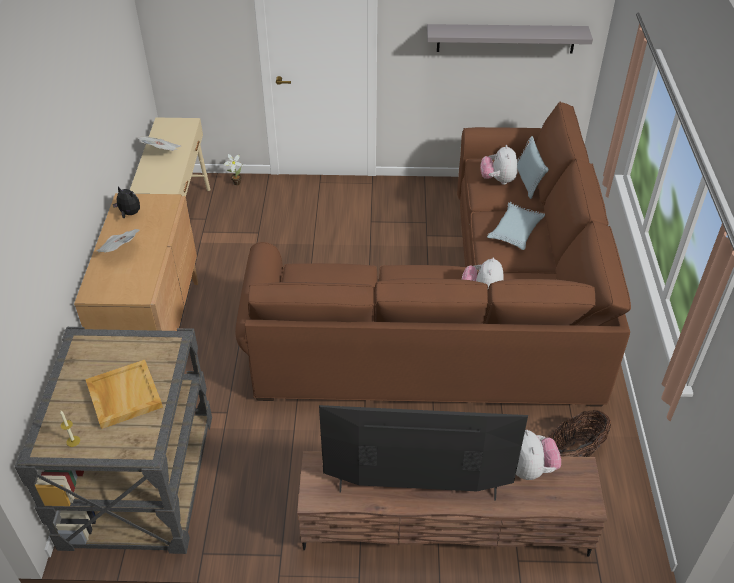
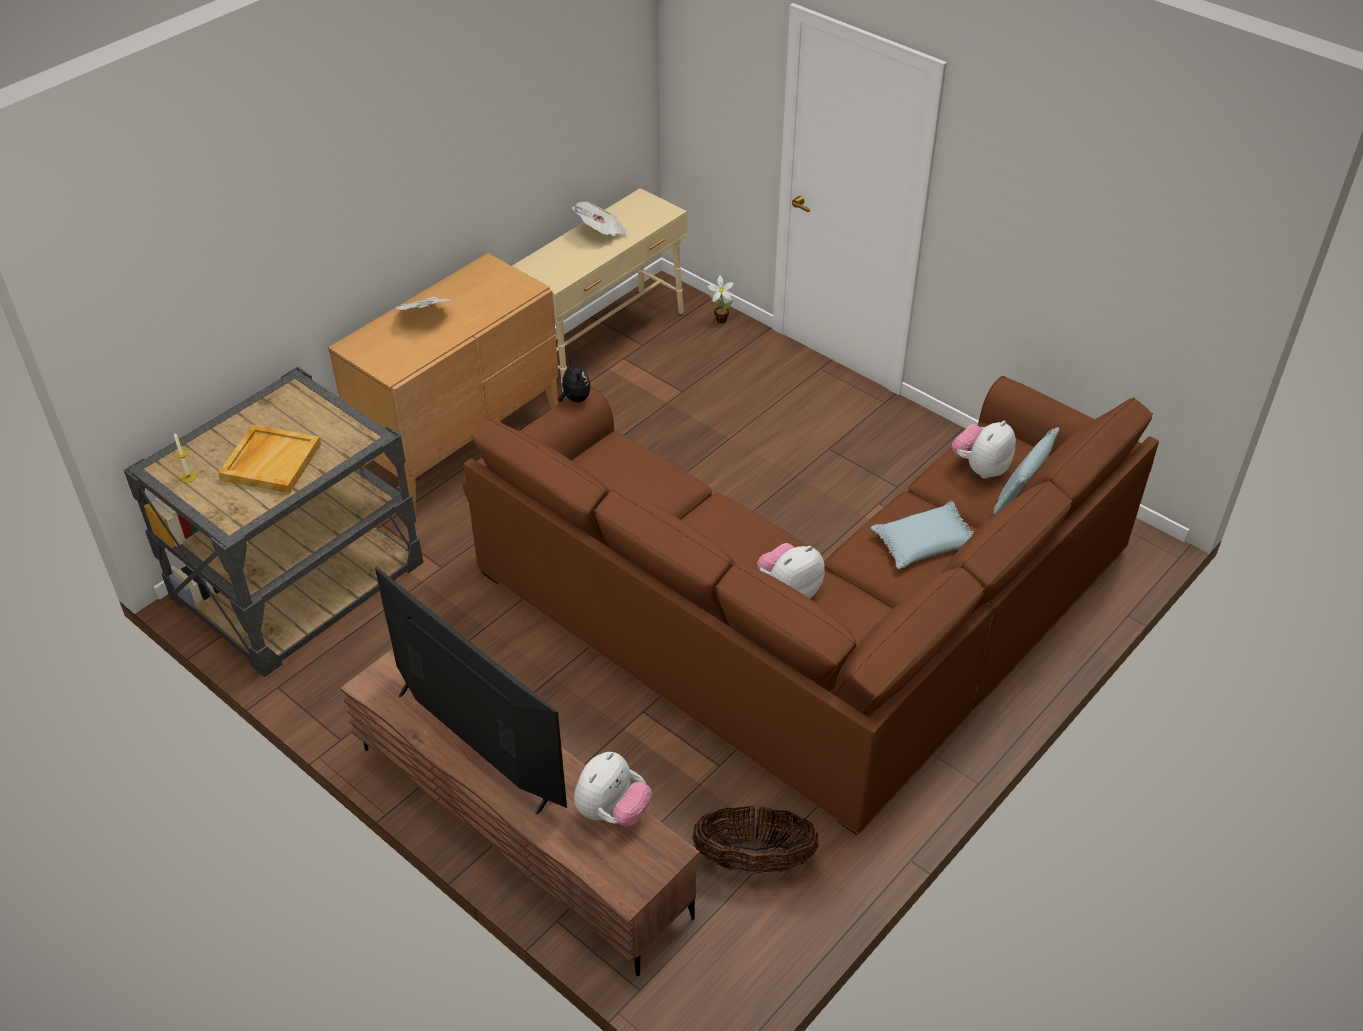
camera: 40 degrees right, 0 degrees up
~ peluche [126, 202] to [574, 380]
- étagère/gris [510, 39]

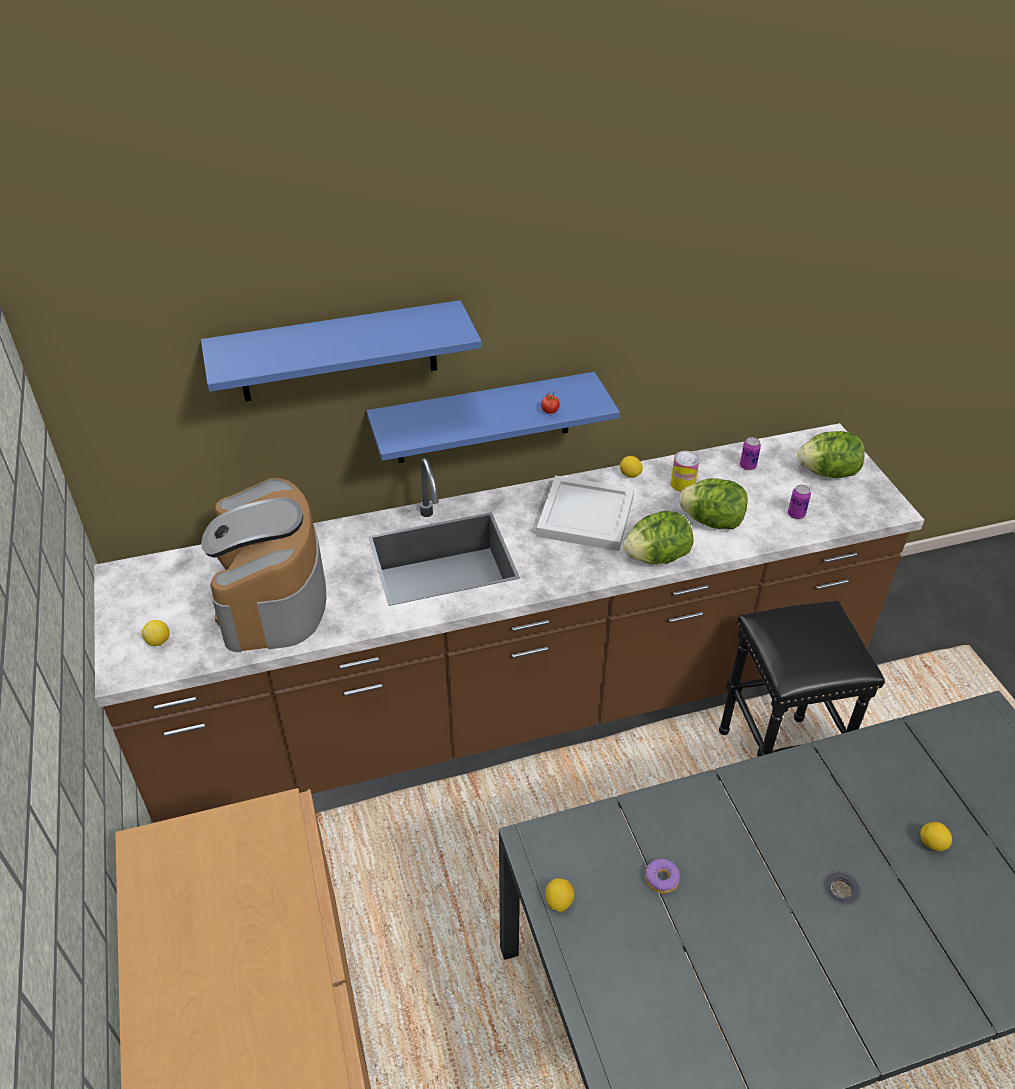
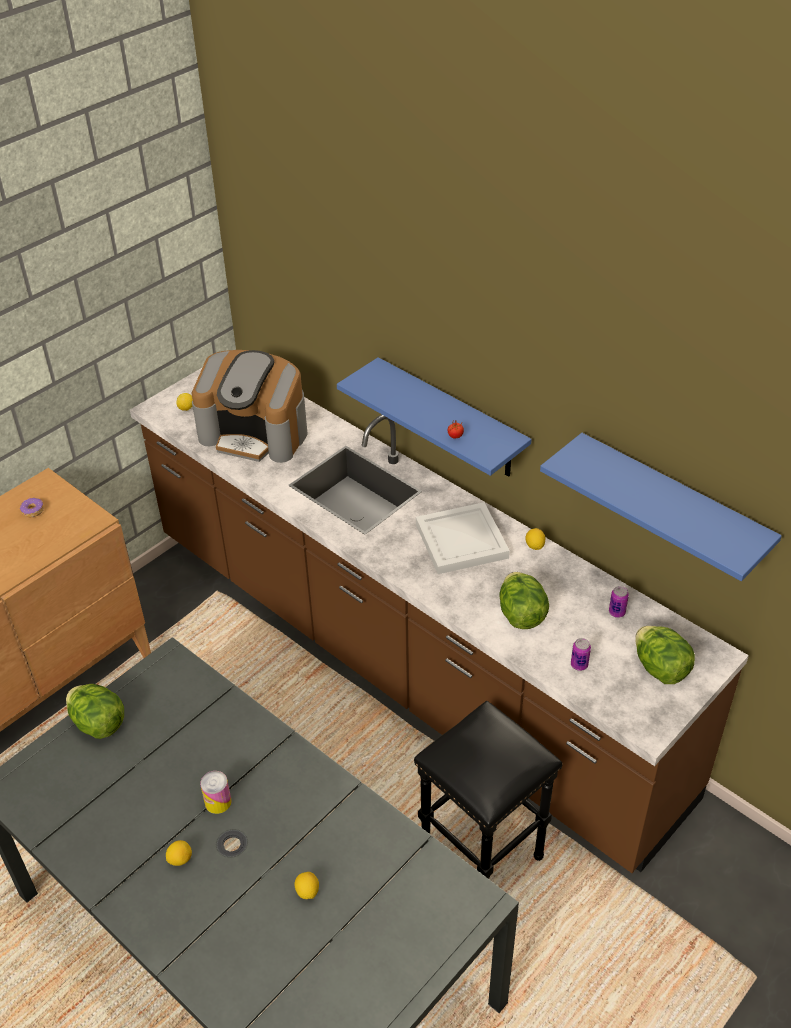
camera: 60 degrees right, 0 degrees up
~ étagère/bleu [341, 351] to [661, 507]
~ machine à café [263, 565] = [250, 406] 120 degrees counterclockwise
~ citron [559, 895] to [179, 853]
~ laitue [658, 537] to [95, 711]
~ beignet [662, 876] to [32, 507]
~ boîte métallique [685, 471] to [216, 792]

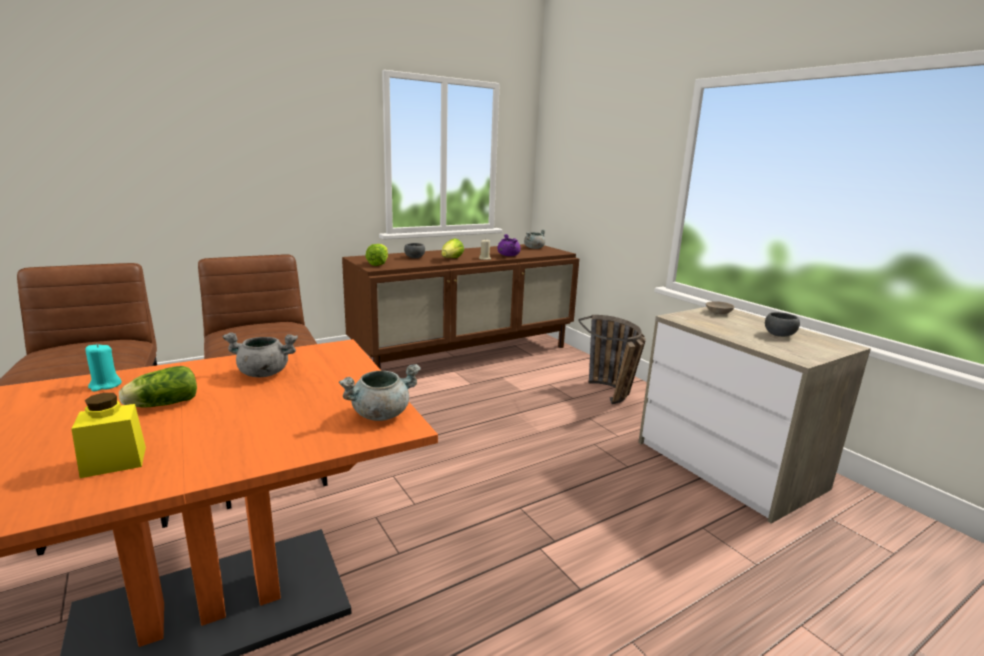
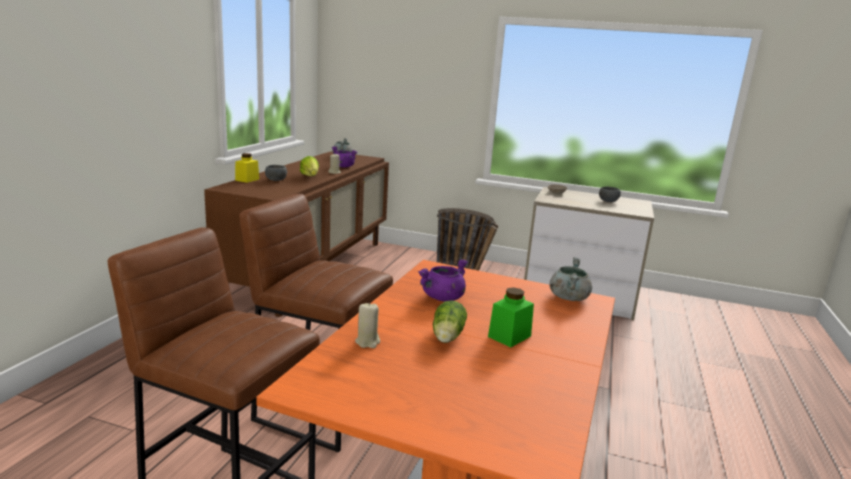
camera: 40 degrees left, 0 degrees up
~ bocal/jaune [108, 435] to [247, 168]
~ bougie/turquoise [104, 367] to bougie/beige [367, 325]
~ marmite/gris [260, 355] to marmite/violet [443, 280]
- laitue [376, 255]
+ bocal/vert [511, 317]

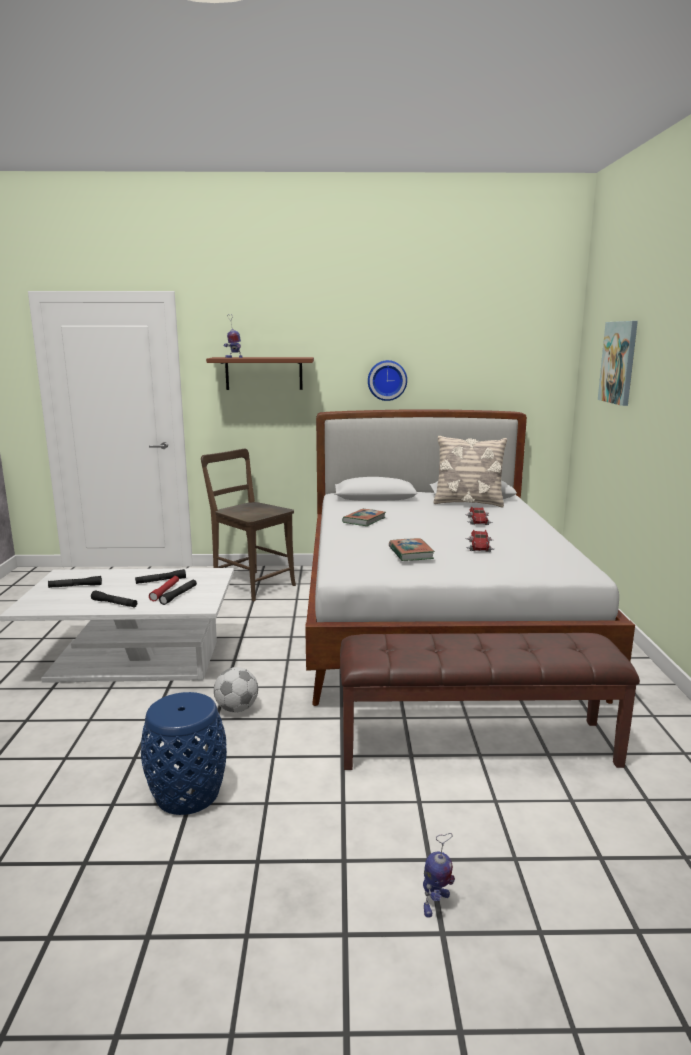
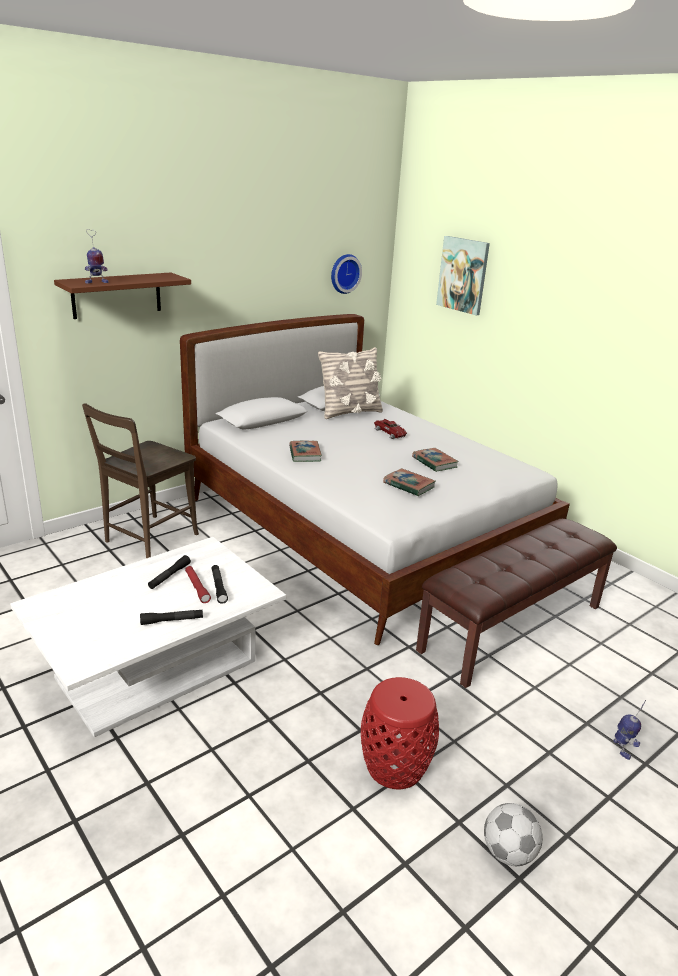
camera: 40 degrees left, 10 degrees up
- lampe de poche/noir [75, 582]
~ tabouret/bleu [184, 753] to tabouret/rouge [400, 733]
~ chaise/marron [248, 525] = [140, 480] 60 degrees counterclockwise
~ ballon de foot [236, 689] to [513, 834]
~ horloge murale [387, 380] to [346, 274]
~ petite voiture [480, 541] to livre [435, 460]

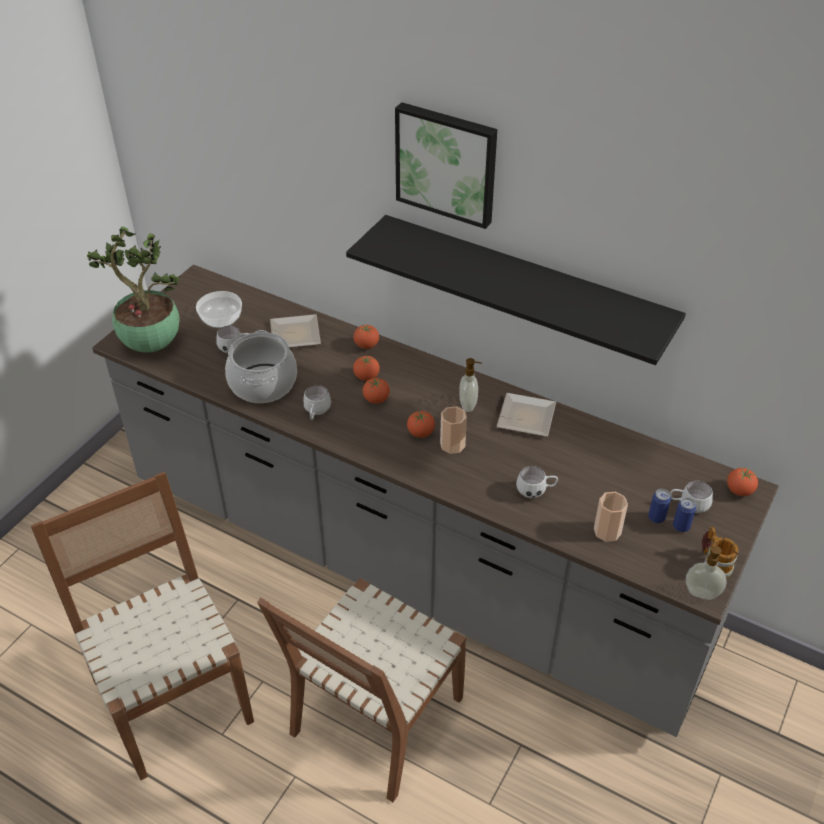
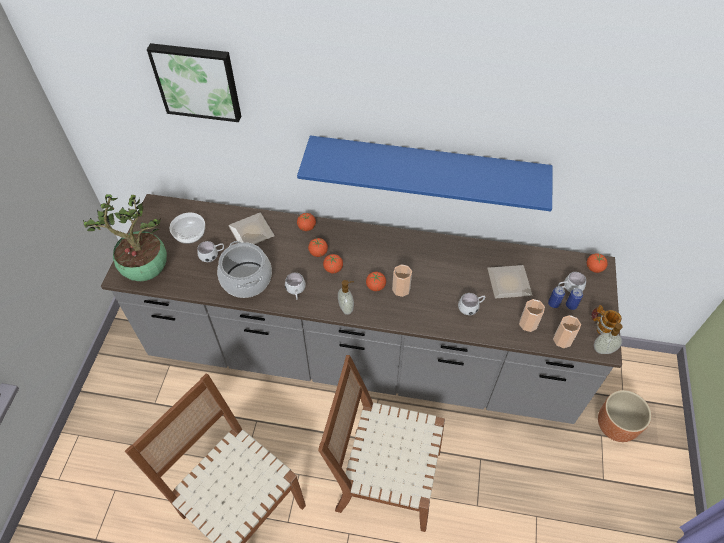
camera: 20 degrees left, 10 degrees up
~ chaise [361, 690] = [381, 443] 90 degrees clockwise
~ étagère/noir [516, 290] to étagère/bleu [424, 173]
~ tableau [446, 165] to [194, 82]
~ distributeur de savon [470, 385] to [346, 297]
~ assiette [526, 415] to [510, 282]
+ tasse [567, 331]
+ cache-pot/marron [624, 416]

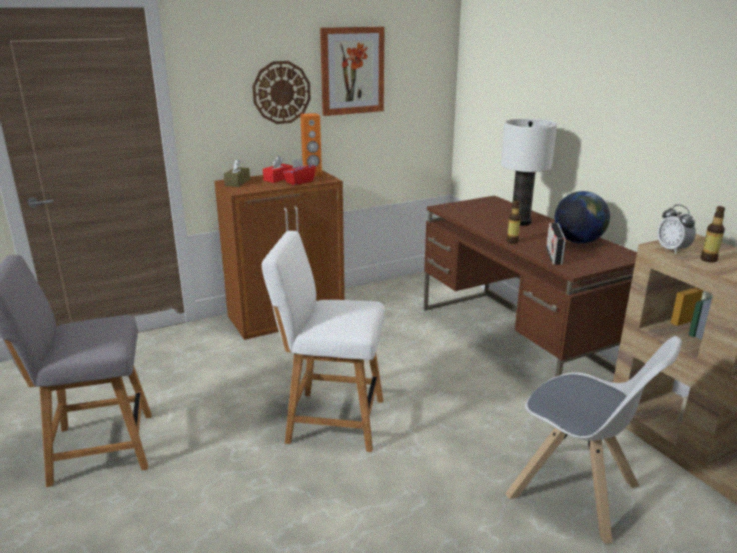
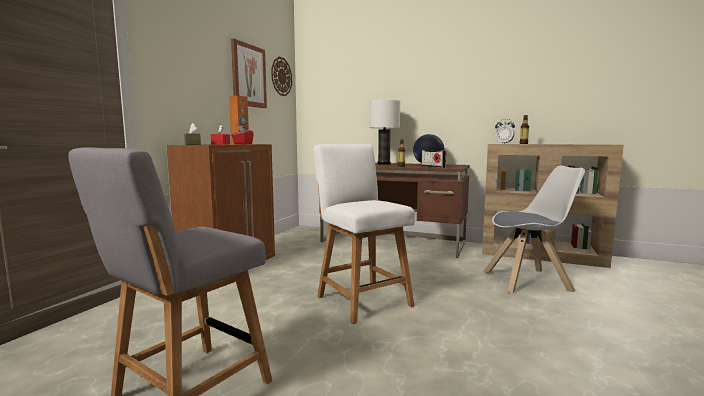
camera: 40 degrees left, 15 degrees down
~ horloge murale [281, 92] to [281, 76]
~ chaise/blanc [323, 341] = [364, 234] 90 degrees clockwise

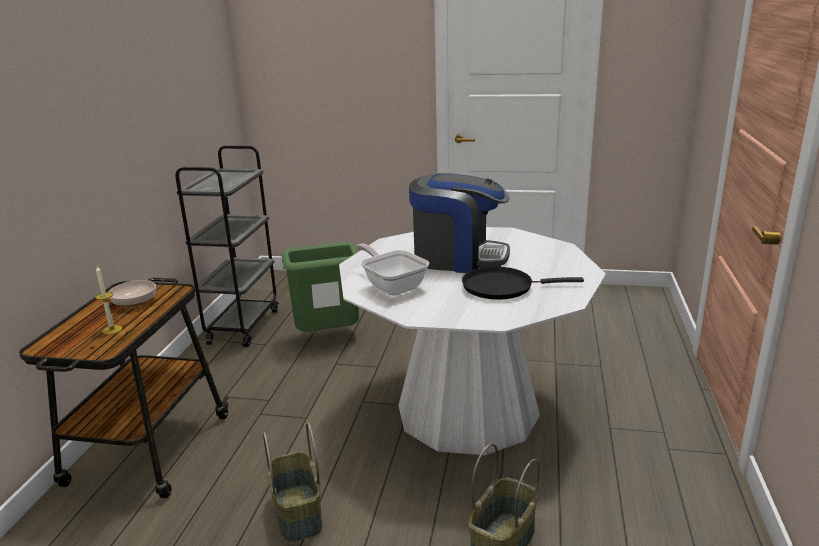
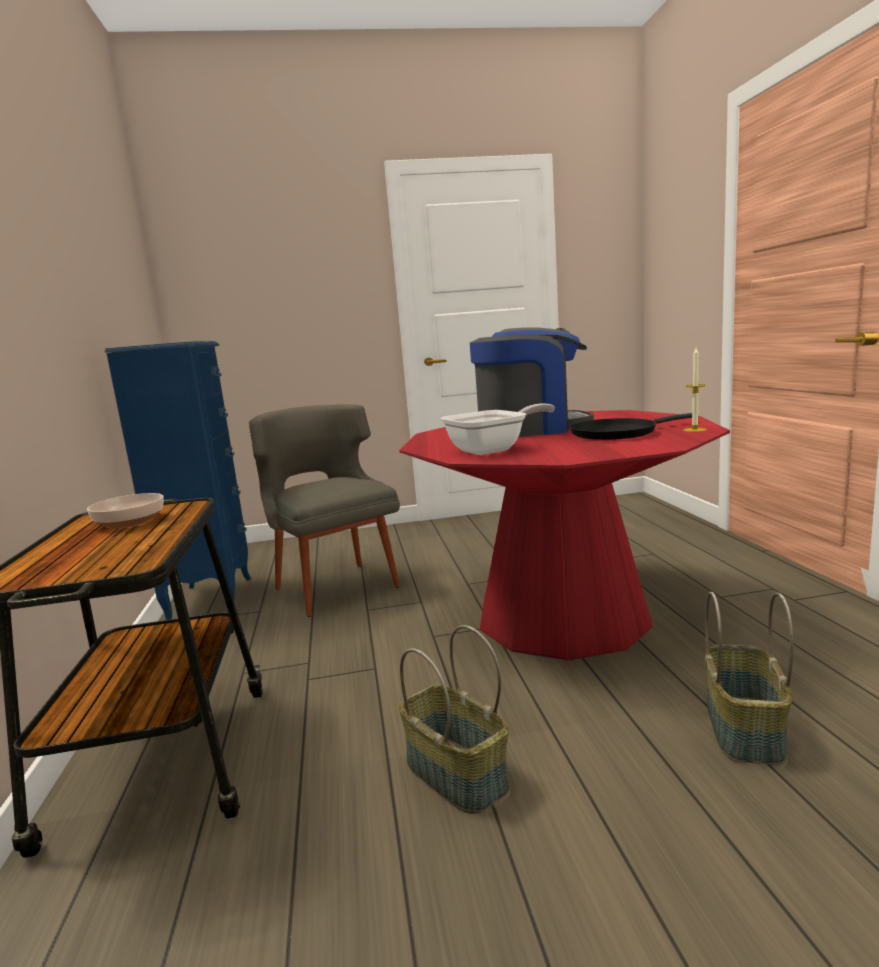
camera: 20 degrees left, 10 degrees down
~ bougie [109, 300] to [695, 390]
~ chariot/gris [227, 246] to commode/bleu [178, 480]
~ poubelle/vert [320, 287] to chaise/gris [324, 510]
~ table à manger/blanc [472, 341] to table à manger/rouge [564, 535]
~ poêle [392, 270] = [498, 429] 120 degrees clockwise

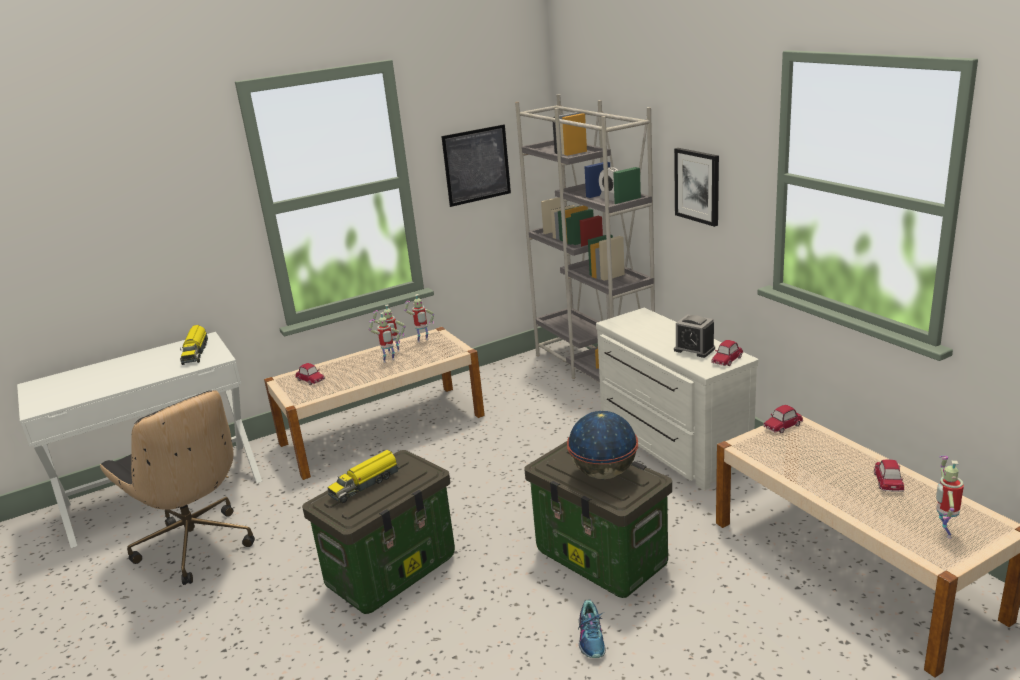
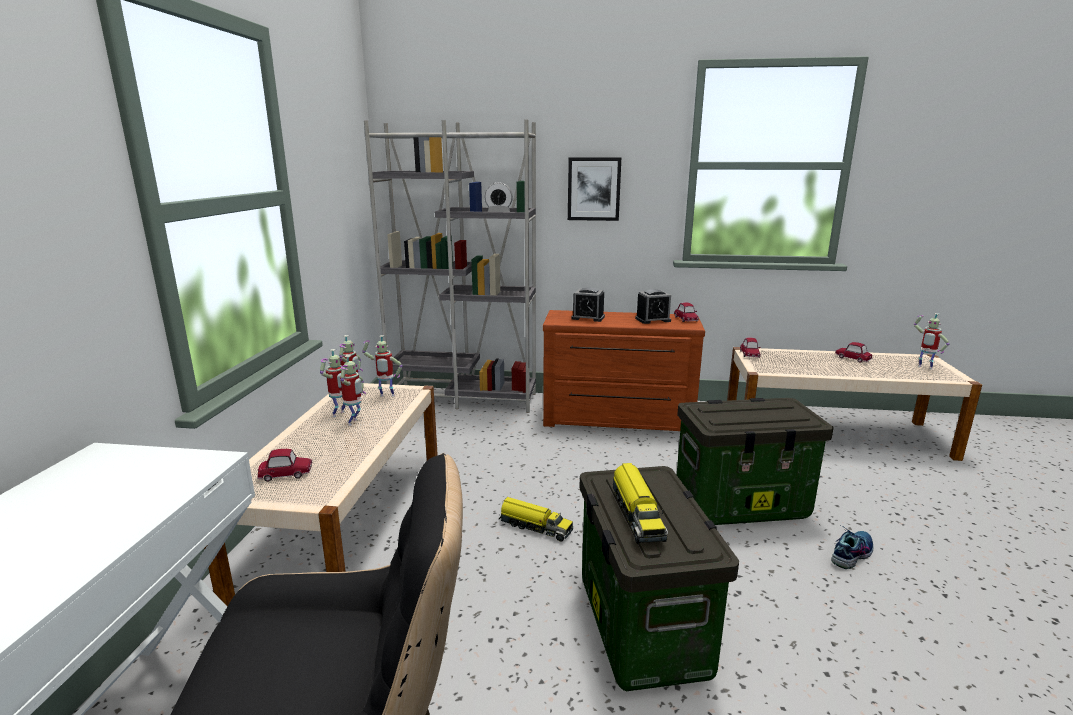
camera: 55 degrees left, 5 degrees down
~ camion jouet [194, 345] to [536, 519]
- tableau [476, 165]
- globe [602, 445]
~ chaussure [592, 628] = [852, 547] 75 degrees counterclockwise
~ commode/blanc [677, 399] to commode/marron [624, 370]
+ robot jouet [382, 366]
+ réveil [588, 304]

